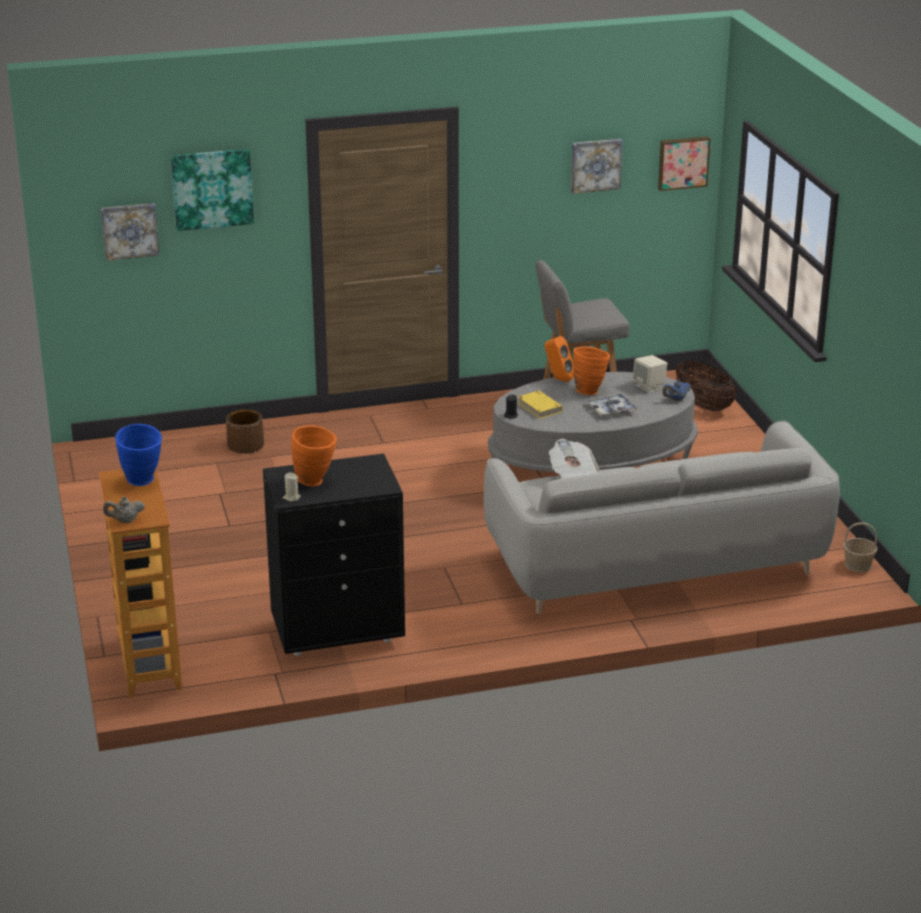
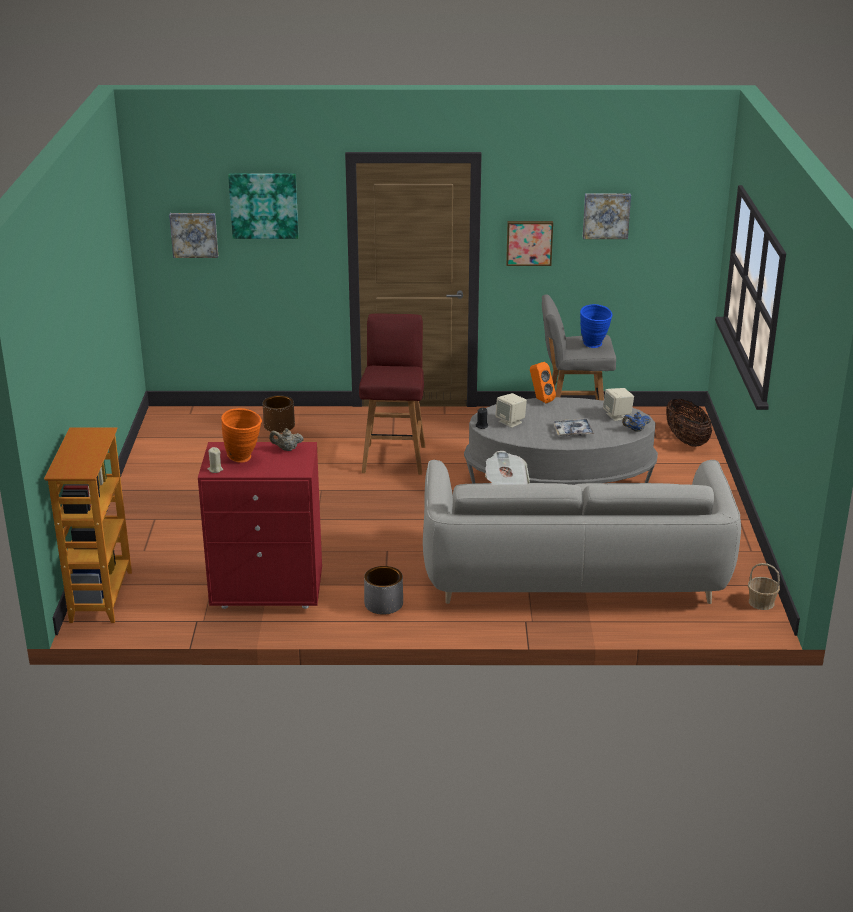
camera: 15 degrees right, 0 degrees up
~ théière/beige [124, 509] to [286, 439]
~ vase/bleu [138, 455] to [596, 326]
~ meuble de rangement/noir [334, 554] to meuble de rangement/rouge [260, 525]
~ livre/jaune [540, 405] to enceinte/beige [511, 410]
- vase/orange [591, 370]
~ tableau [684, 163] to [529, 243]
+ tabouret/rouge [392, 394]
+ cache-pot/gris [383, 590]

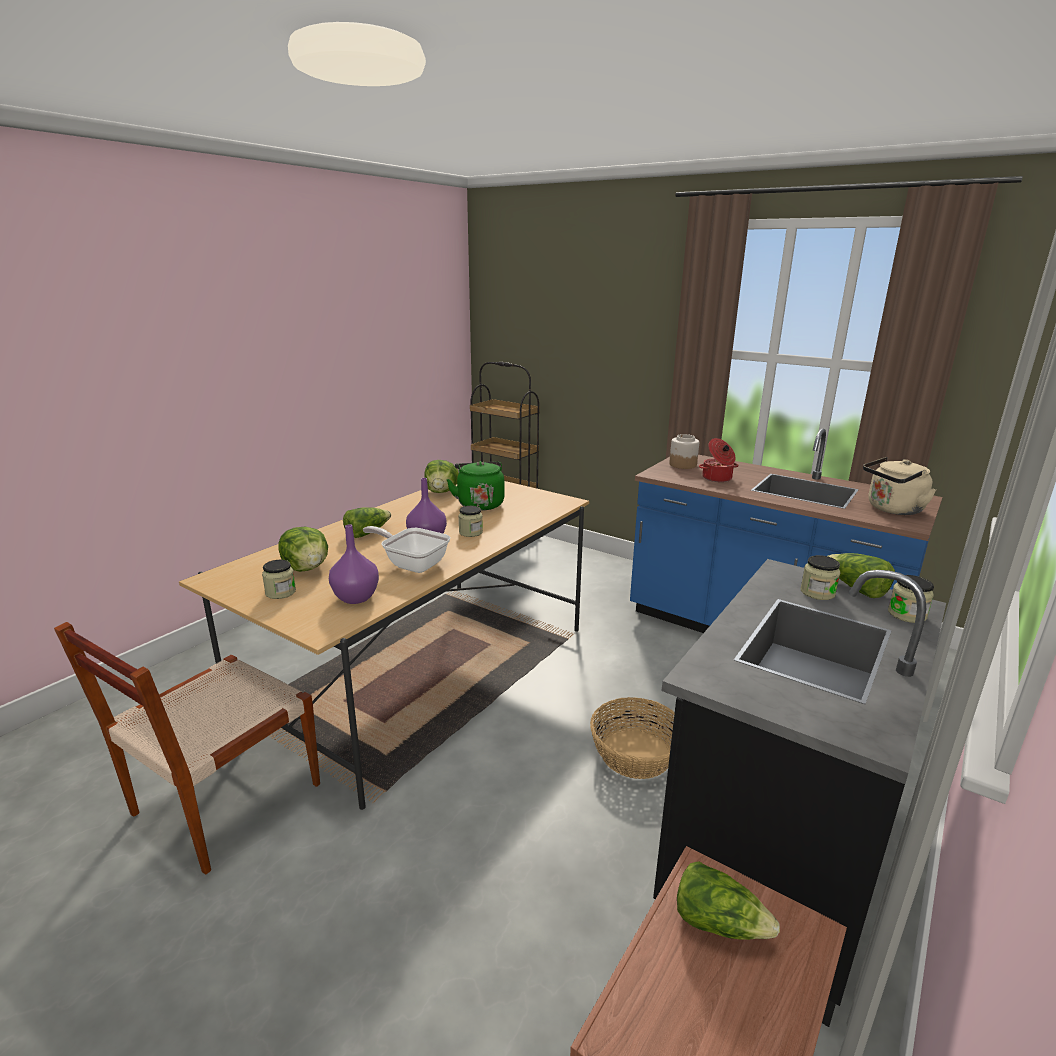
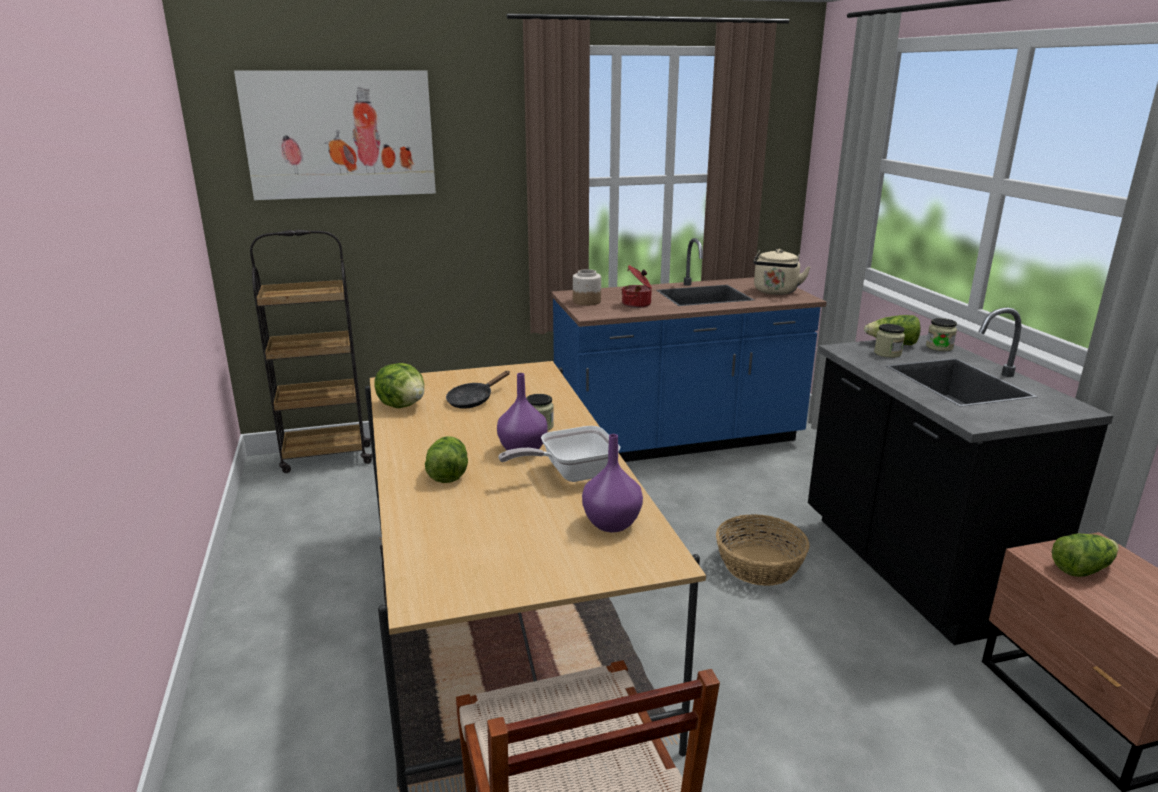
camera: 50 degrees left, 0 degrees up
- bocal [279, 579]
- laitue [303, 549]
~ bouilloire/vert [475, 486] to poêle/noir [478, 390]
+ tableau [335, 135]

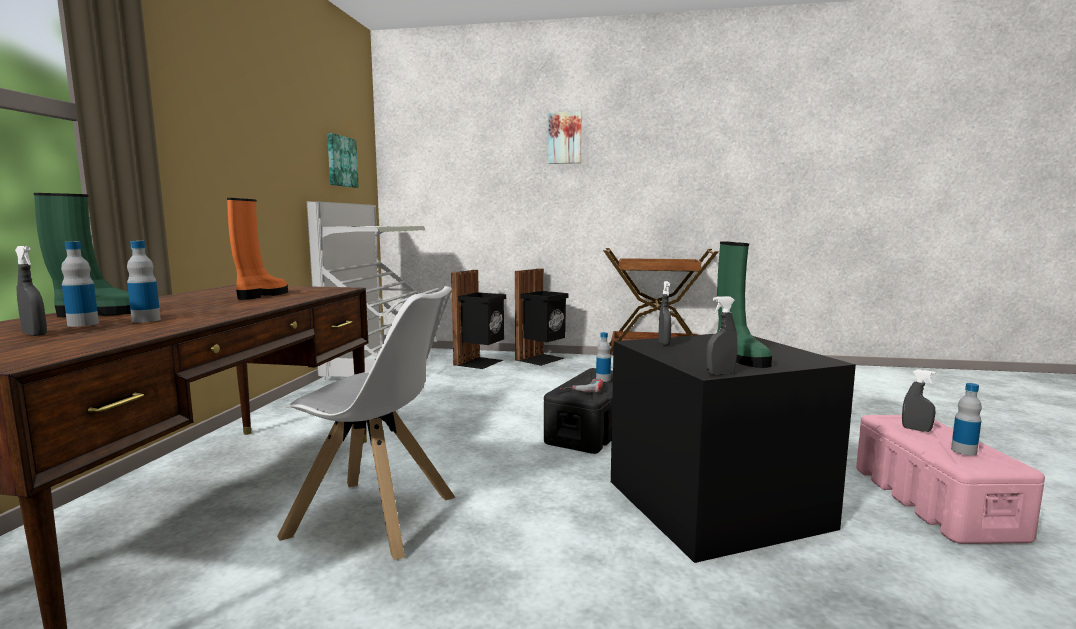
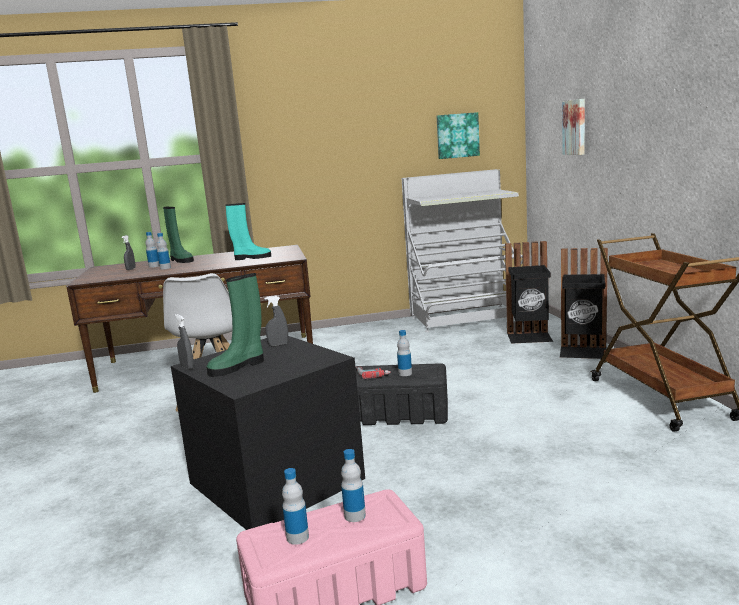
camera: 70 degrees right, 5 degrees up
~ botte/orange [257, 249] to botte/turquoise [248, 231]
~ tableau [565, 137] to [573, 127]
~ vaporisateur/gris [919, 400] to bouteille [353, 485]

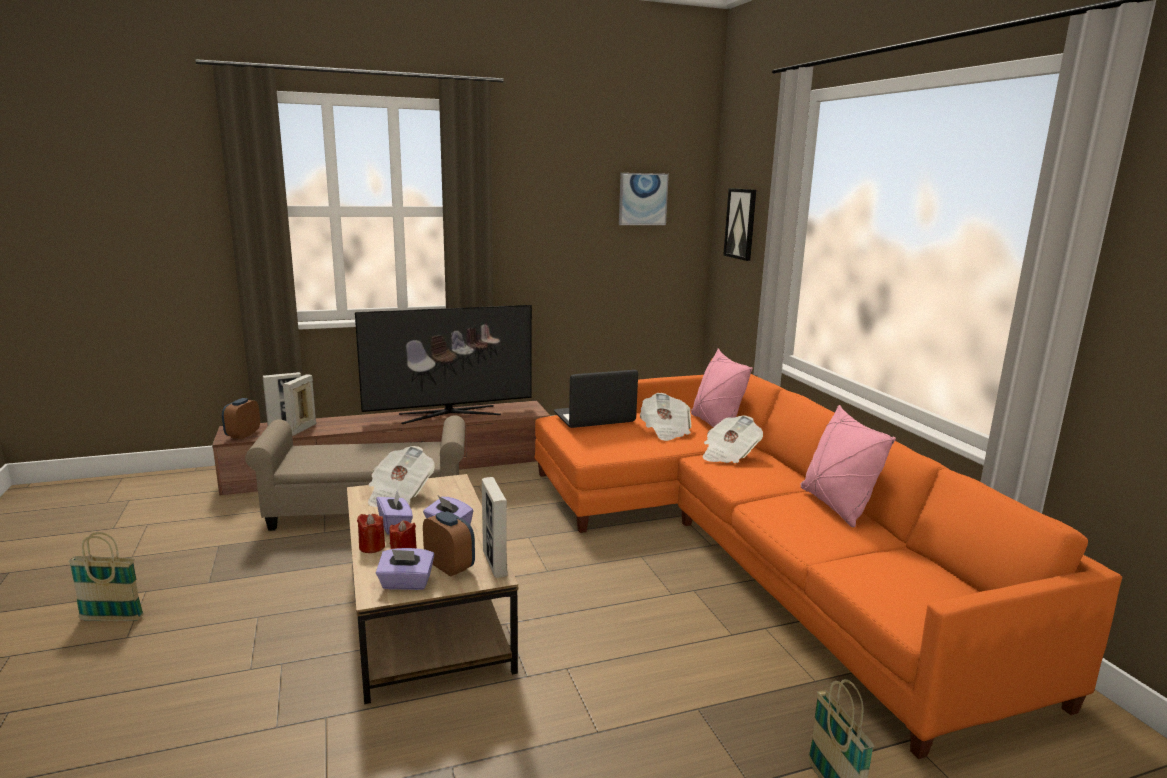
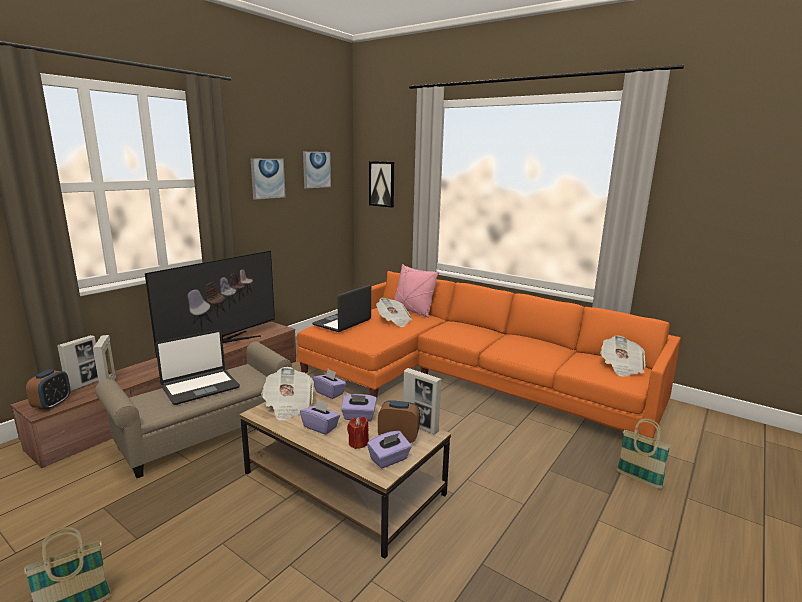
camera: 35 degrees left, 0 degrees up
~ réveil [241, 418] = [48, 389] 150 degrees counterclockwise
- bougie/rouge [371, 533]
~ journal [732, 439] to [622, 356]
- coussin/rose [848, 466]
+ ordinateur portable [197, 367]
+ tableau [268, 179]
+ boîte à mouchoirs/violet [329, 384]

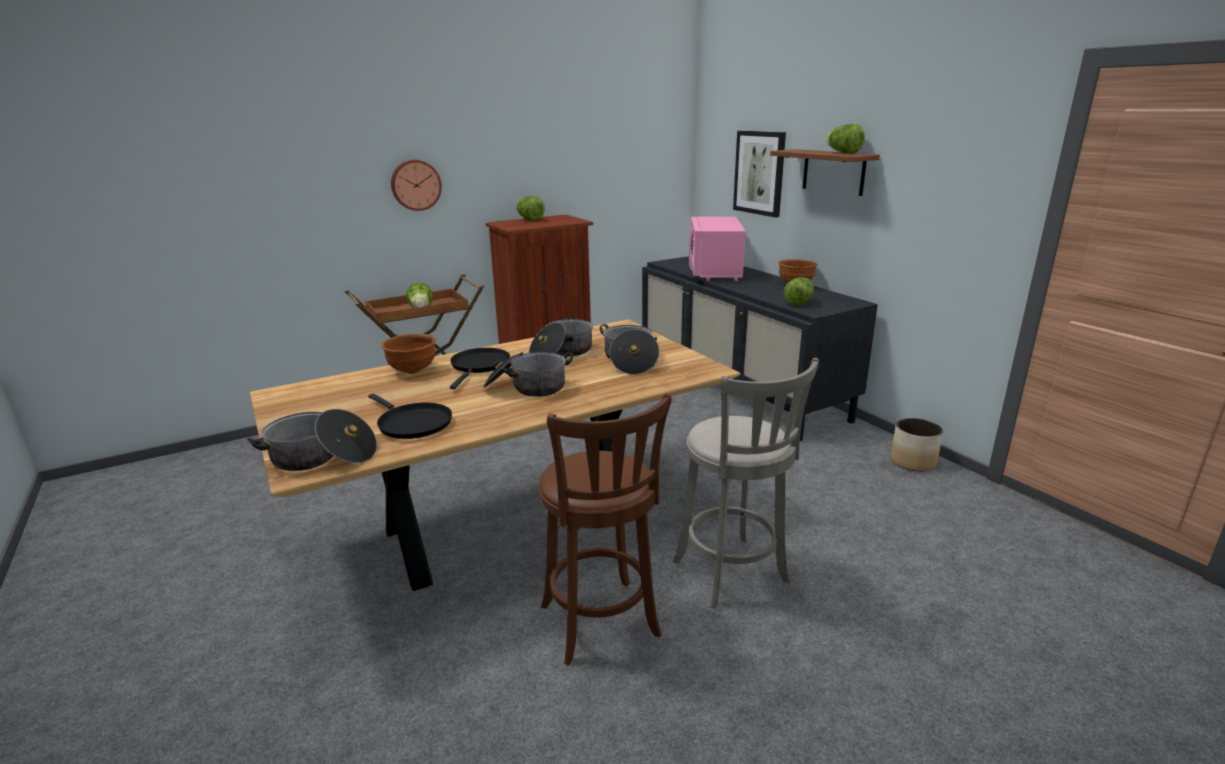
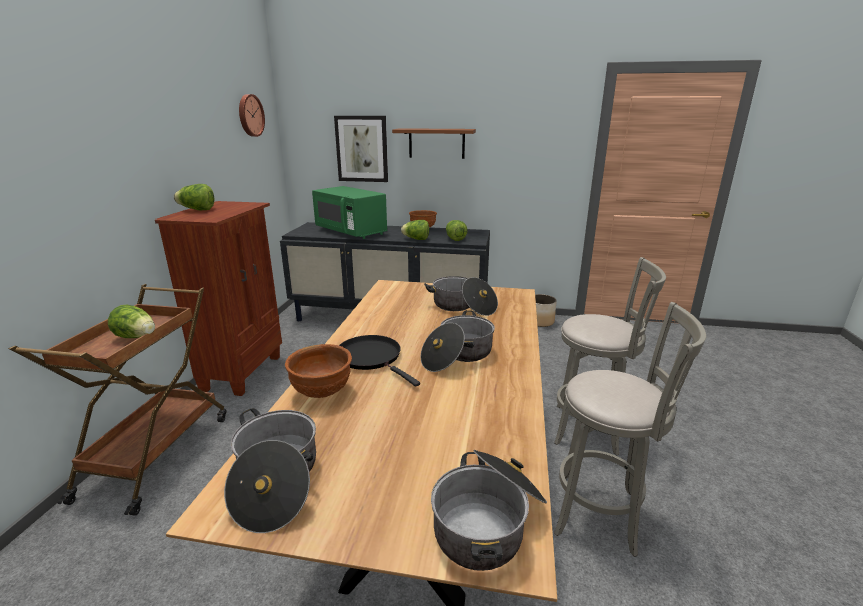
camera: 50 degrees left, 0 degrees up
- poêle/noir [410, 416]
~ horloge murale [416, 185] to [252, 115]
~ marmite [561, 336] to [270, 470]
~ tabouret/marron [605, 529] to tabouret/gris [630, 429]
~ micro-ondes/rose [717, 248] to micro-ondes/vert [350, 212]
~ laitue [845, 139] to [415, 230]

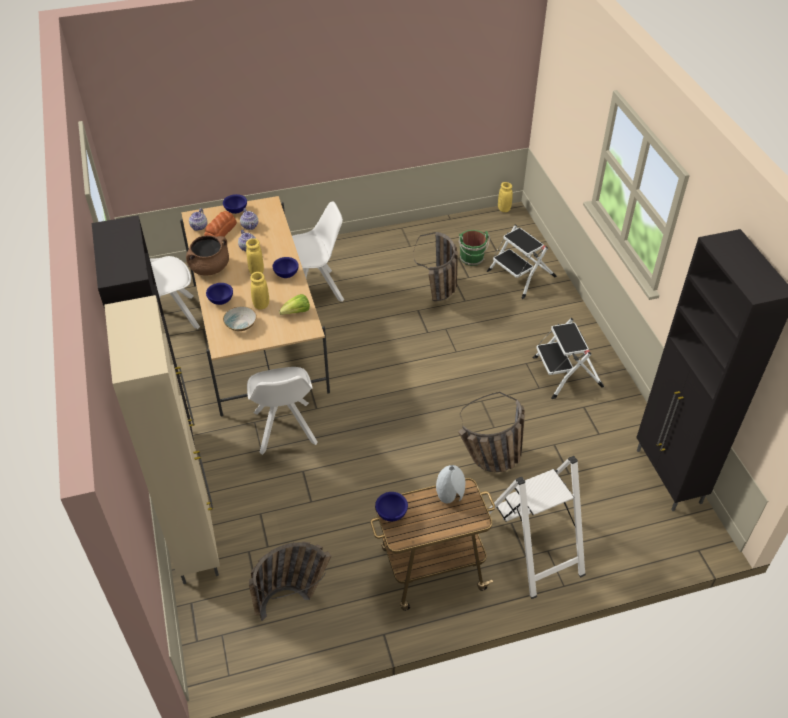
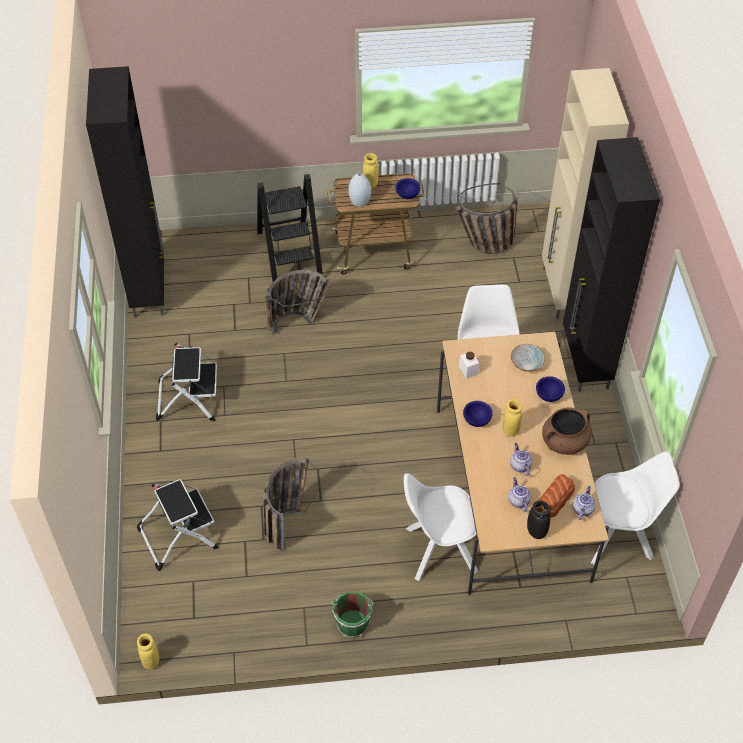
camera: 170 degrees left, 5 degrees up
~ bol/bleu [235, 204] to vase/noir [538, 519]
~ vase/jaune [259, 291] to [371, 171]
~ laitue [294, 304] to bocal/blanc [469, 365]
~ seau/vert [474, 248] to [352, 614]
~ escabeau/blanc [537, 527] to escabeau/noir [290, 227]

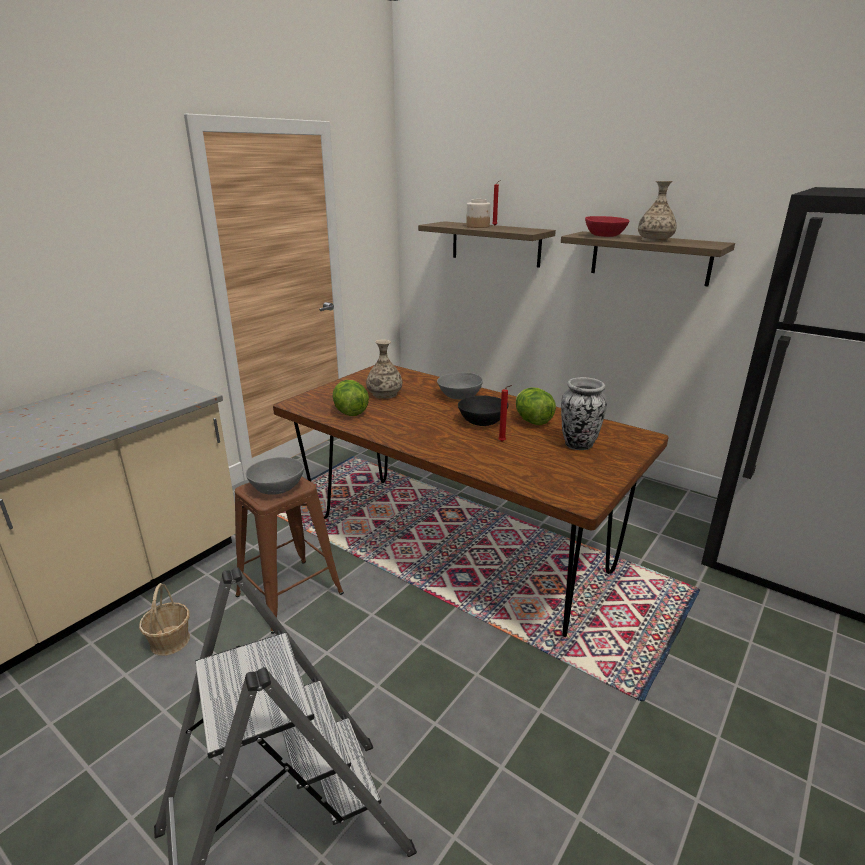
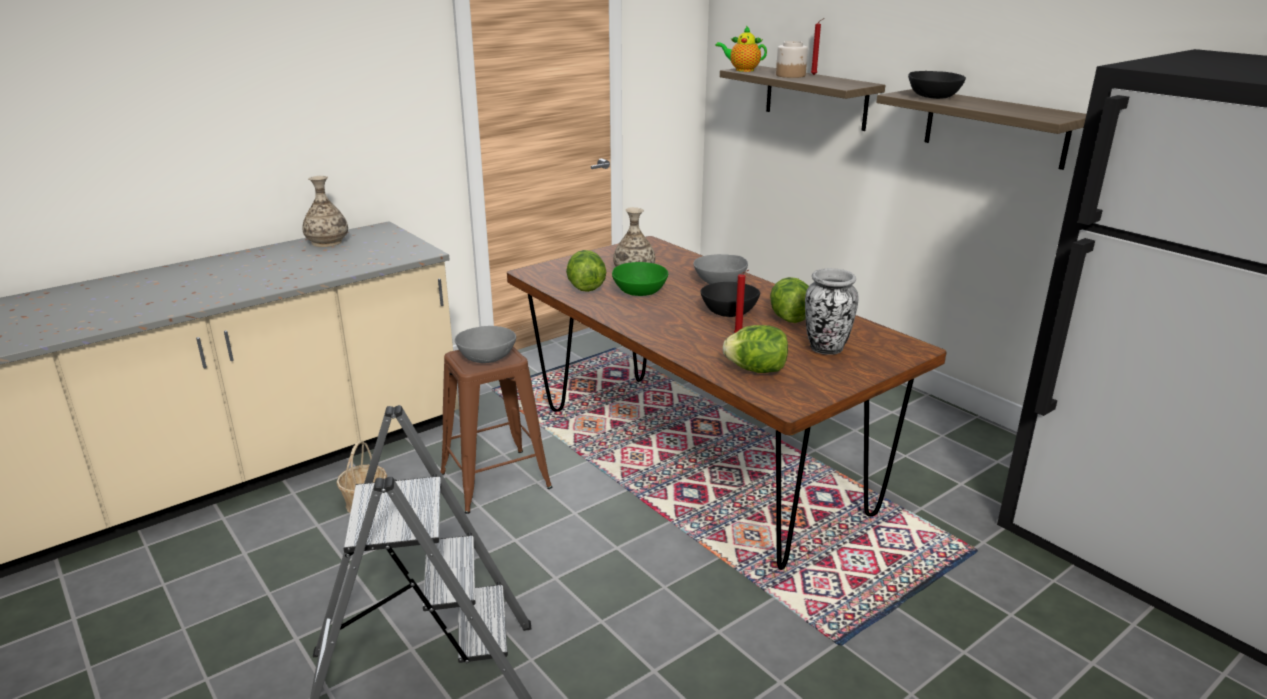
camera: 15 degrees right, 0 degrees up
~ bol/rouge [607, 226] to bol/noir [937, 85]
~ vase [657, 211] to [325, 211]
+ bol/vert [640, 279]
+ théière [741, 49]
+ laitue [755, 349]

